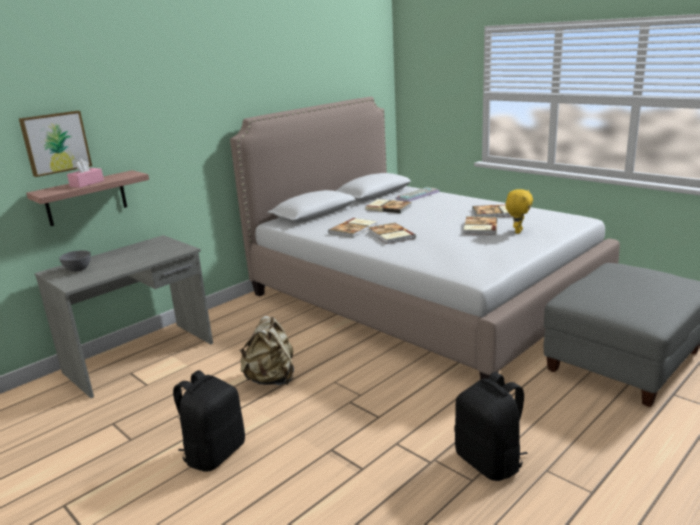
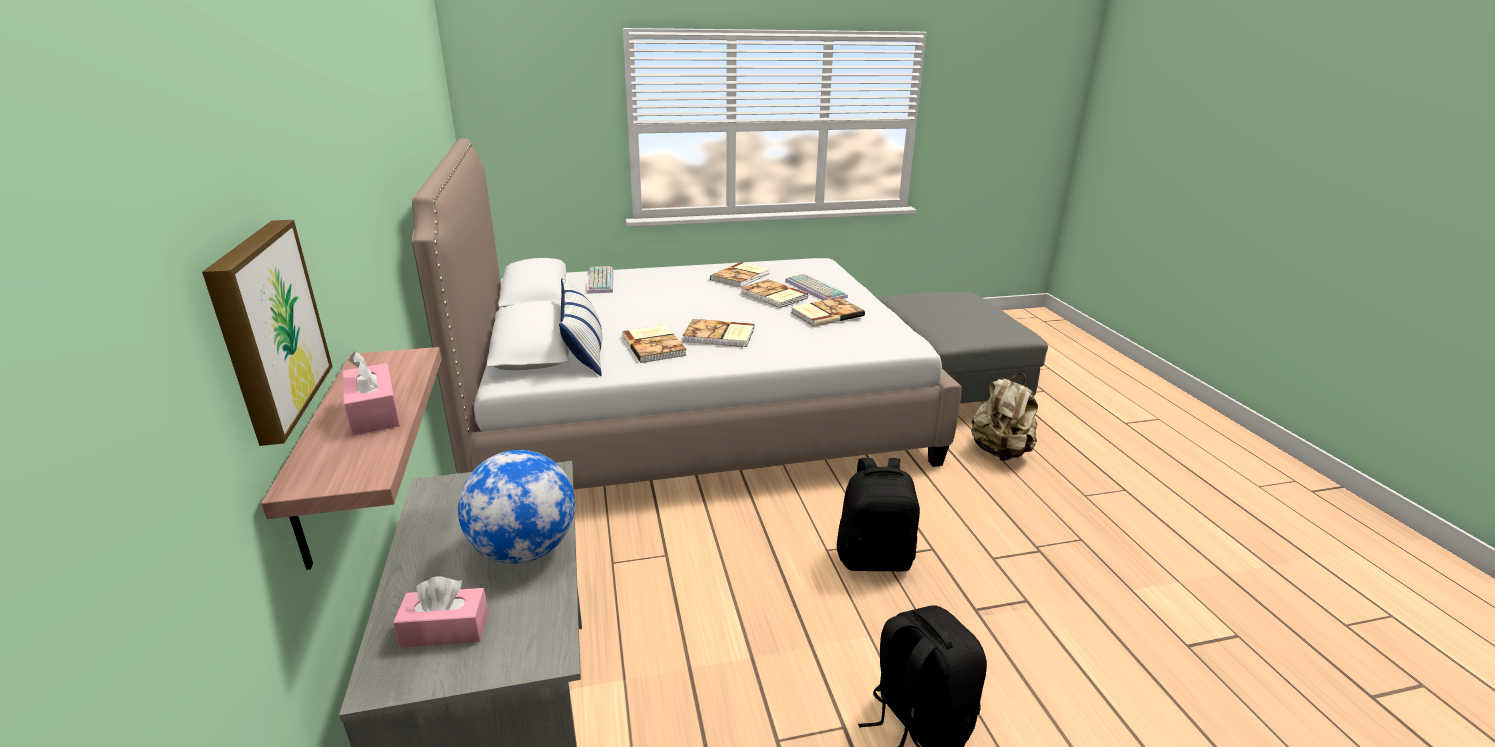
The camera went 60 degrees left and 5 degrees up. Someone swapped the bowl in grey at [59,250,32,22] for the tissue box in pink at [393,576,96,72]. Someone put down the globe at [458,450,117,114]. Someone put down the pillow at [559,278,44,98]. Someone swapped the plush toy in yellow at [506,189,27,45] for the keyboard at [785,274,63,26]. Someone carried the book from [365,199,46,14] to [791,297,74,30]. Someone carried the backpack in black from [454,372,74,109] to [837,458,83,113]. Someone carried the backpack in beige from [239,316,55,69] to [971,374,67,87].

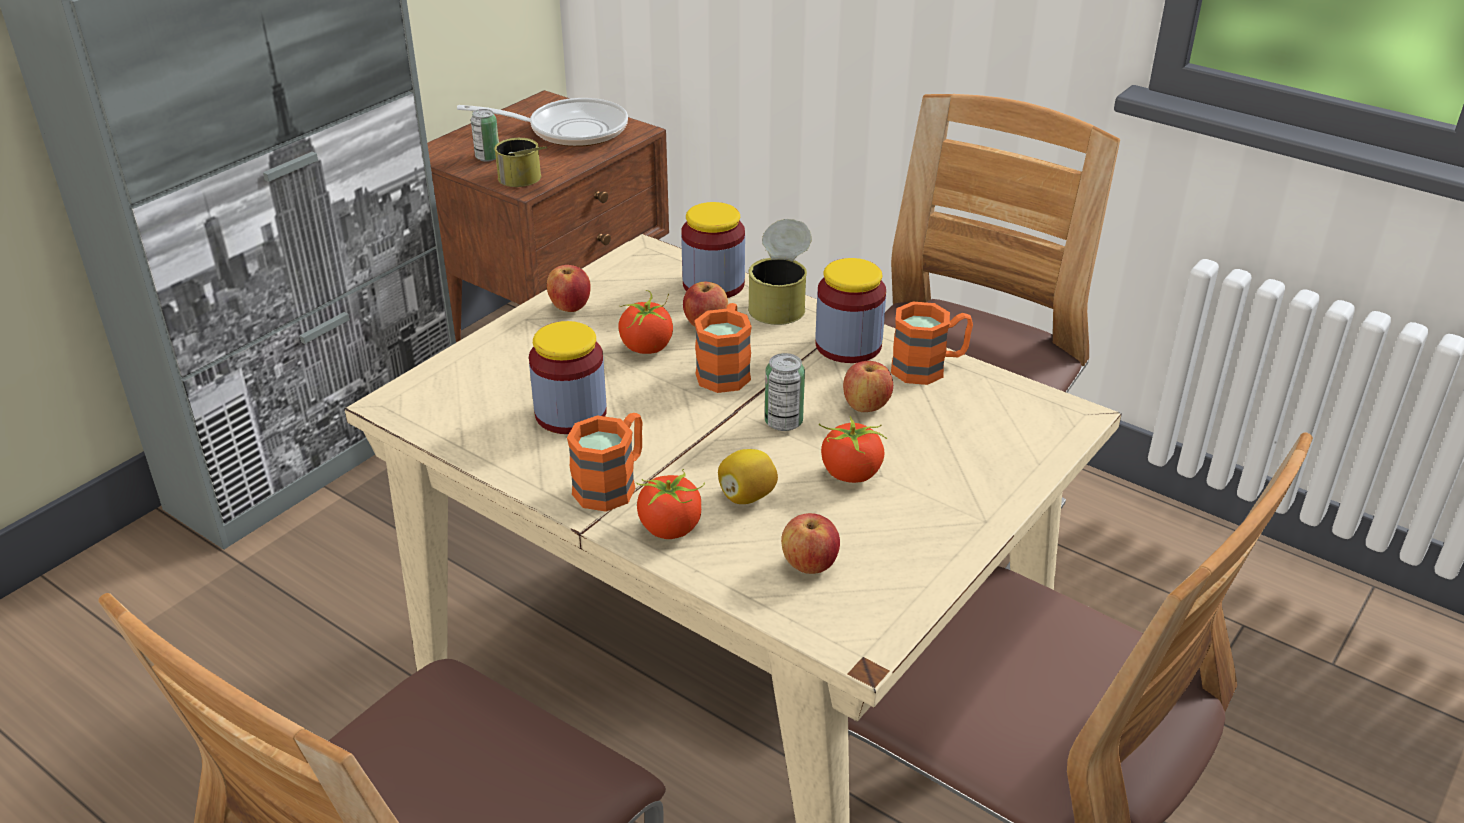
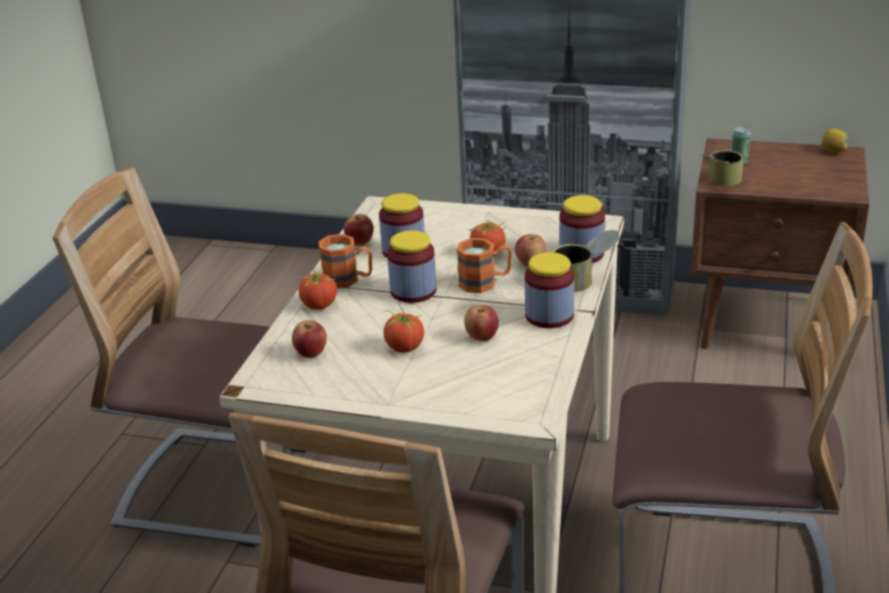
The camera went 70 degrees right and 5 degrees down. Someone carried the apple from [547,265,44,47] to [344,214,30,32]. Someone put down the jar at [387,230,50,73]. Someone carried the lemon from [718,449,60,55] to [821,129,27,24]. Someone took away the frying pan at [457,98,171,49]. Someone took away the can at [765,353,40,78]. Someone took away the mug in orange at [891,302,82,83].

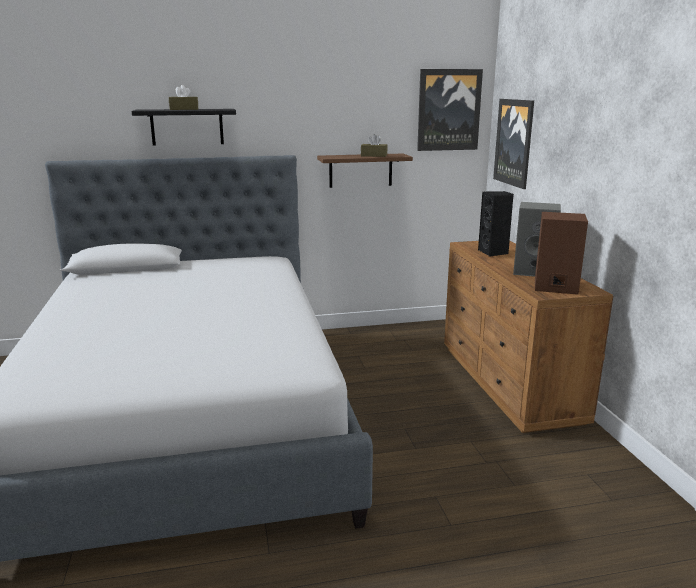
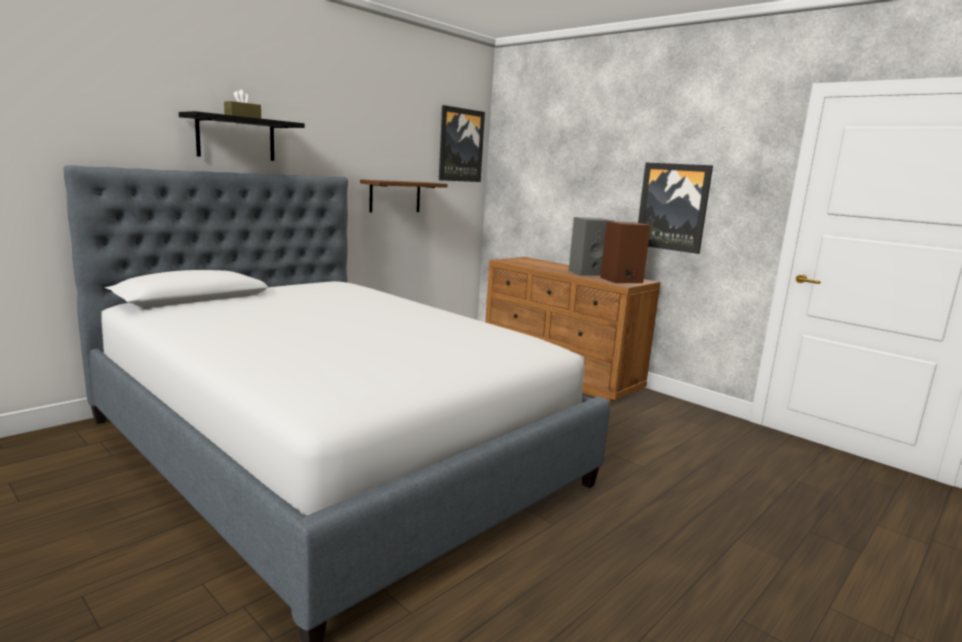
The camera went 35 degrees left and 5 degrees down. Someone carried the picture from [493,99,41,90] to [638,163,75,91]. Someone took away the tissue box in brown at [361,134,27,23]. Someone took away the speaker in black at [478,191,36,66].

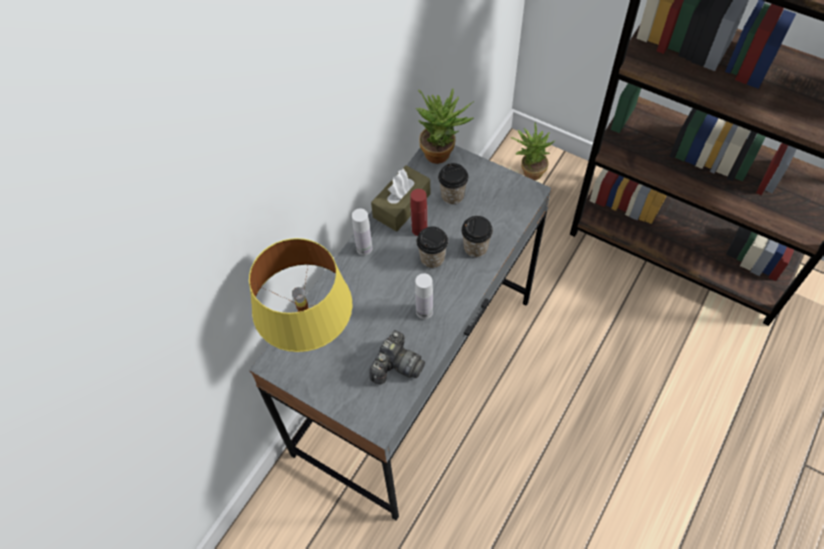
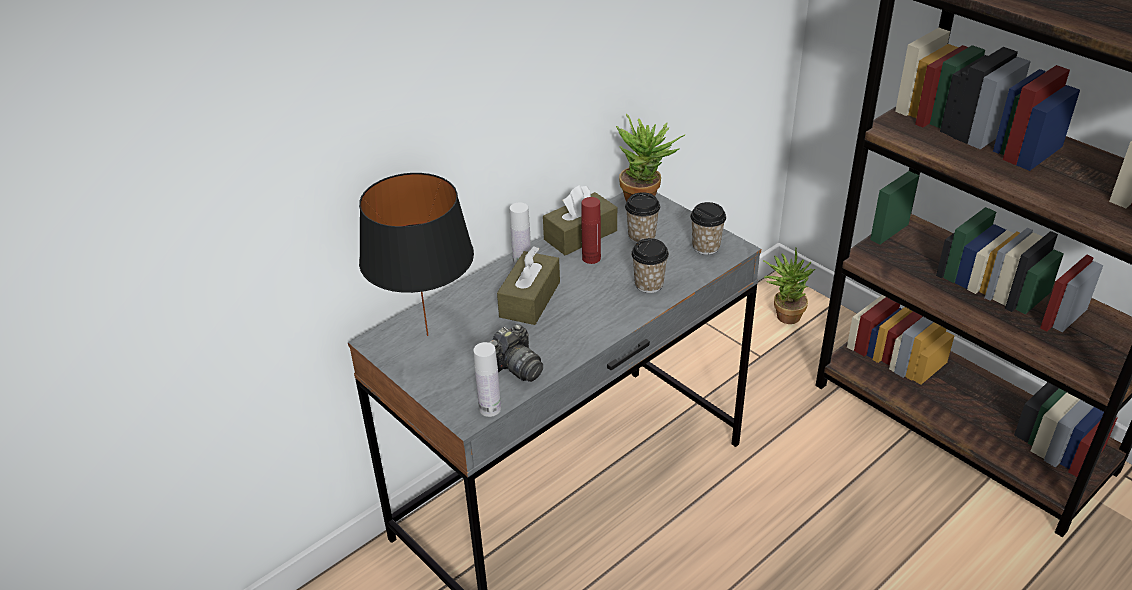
The camera went 15 degrees right and 20 degrees down. Someone repainted the table lamp in yellow at [249,238,103,114], which became the table lamp in black at [359,173,115,163]. Someone carried the bottle in white from [415,273,18,46] to [473,342,28,75]. Someone put down the tissue box in brown at [497,247,63,78]. Someone carried the cup from [417,227,31,41] to [690,202,36,53].

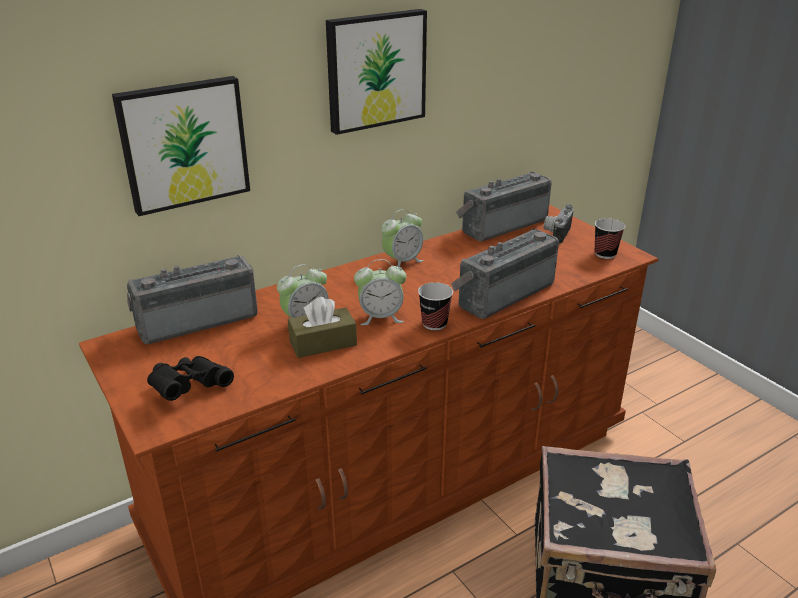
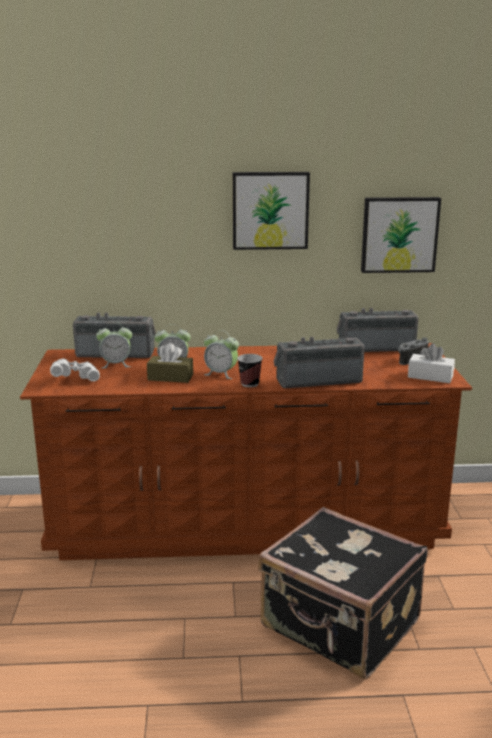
The camera went 30 degrees right and 10 degrees down. Someone repainted the binoculars in black at [147,356,87,45], which became the binoculars in white at [50,358,50,24]. Someone carried the alarm clock from [381,209,43,58] to [96,322,36,46]. Someone carried the picture from [112,76,138,140] to [361,197,80,76]. Someone swapped the cup at [595,218,30,41] for the tissue box in white at [408,343,47,40].

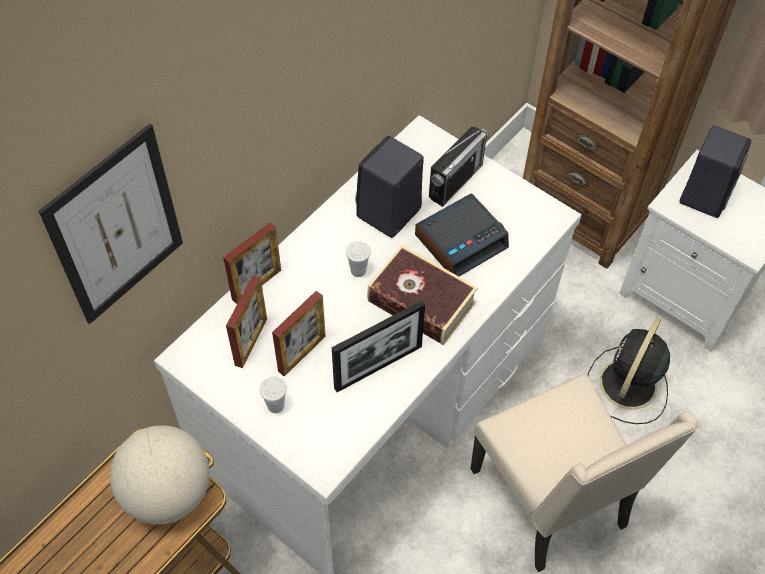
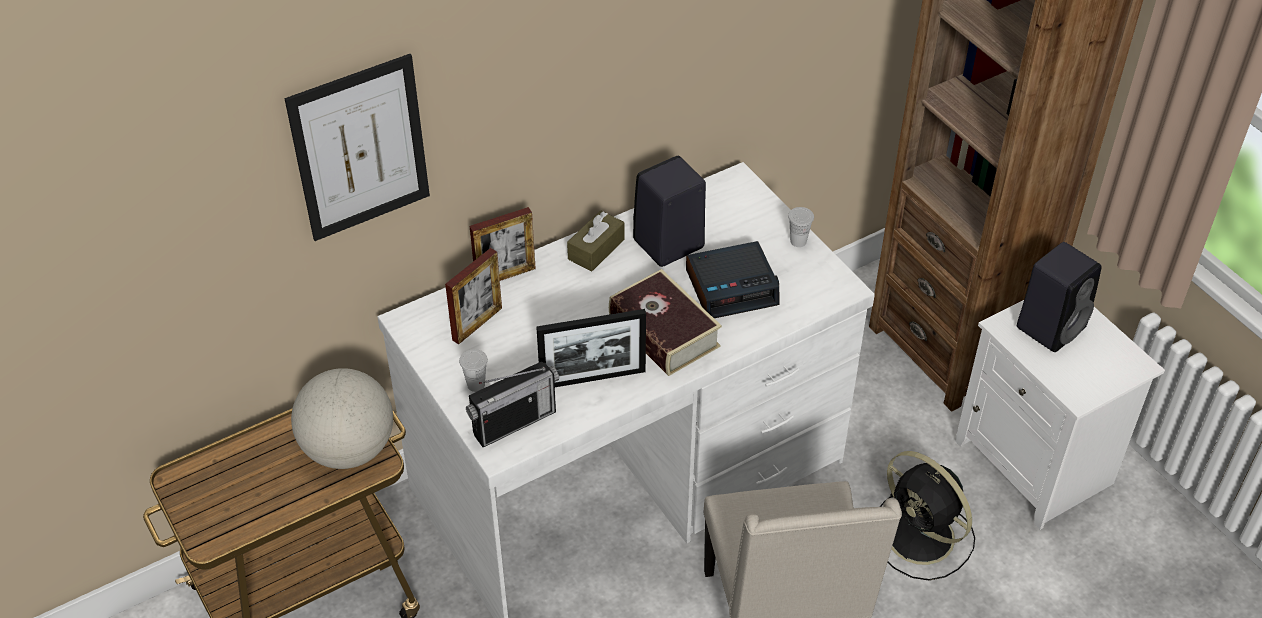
The camera went 20 degrees right and 10 degrees down. Someone carried the radio from [429,127,60,80] to [466,361,93,86]. Someone put down the tissue box in brown at [567,211,58,60]. Someone carried the cup in white from [346,241,25,36] to [788,207,26,40]. Someone rotated the fan in black at [588,317,82,107] by 90 degrees counterclockwise. Someone took away the picture frame at [272,291,54,86].

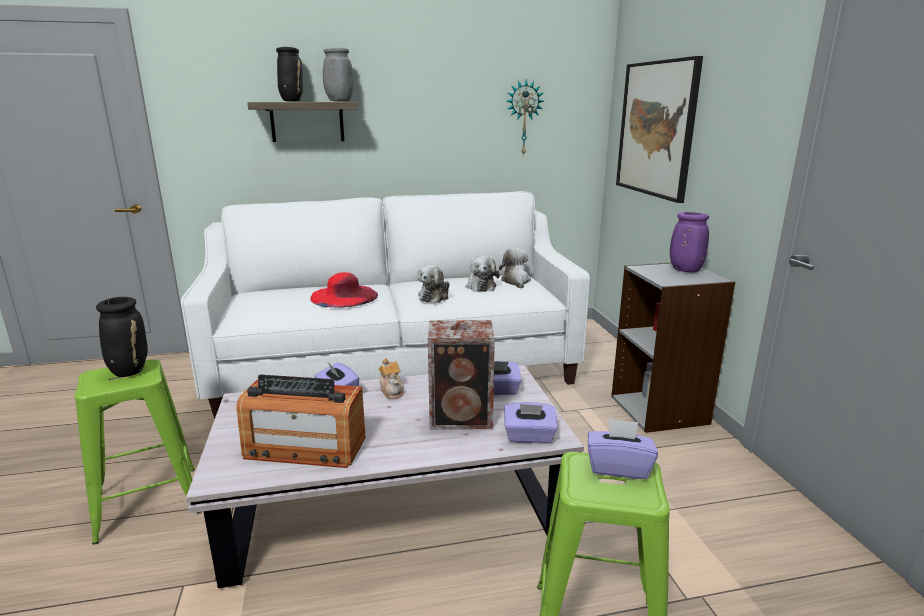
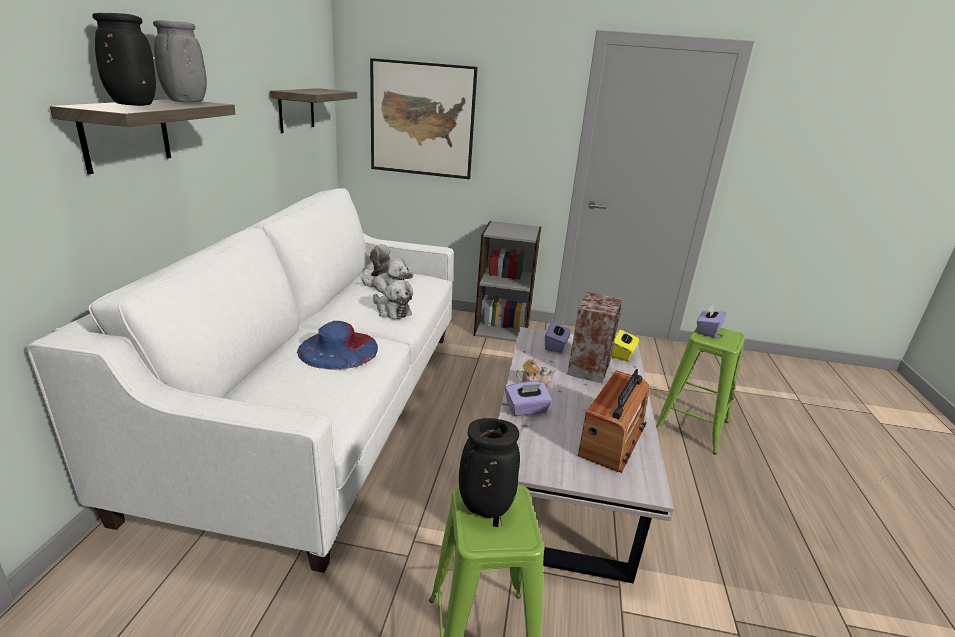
The camera went 70 degrees left and 5 degrees up. Someone swapped the wall clock at [507,79,37,77] for the shelf at [270,88,87,45]. Someone repainted the hat in red at [310,272,68,36], which became the hat in blue at [297,321,81,49]. Someone repainted the tissue box in purple at [504,402,53,42], which became the tissue box in yellow at [612,330,27,31]. Someone took away the vase in purple at [670,212,39,61].

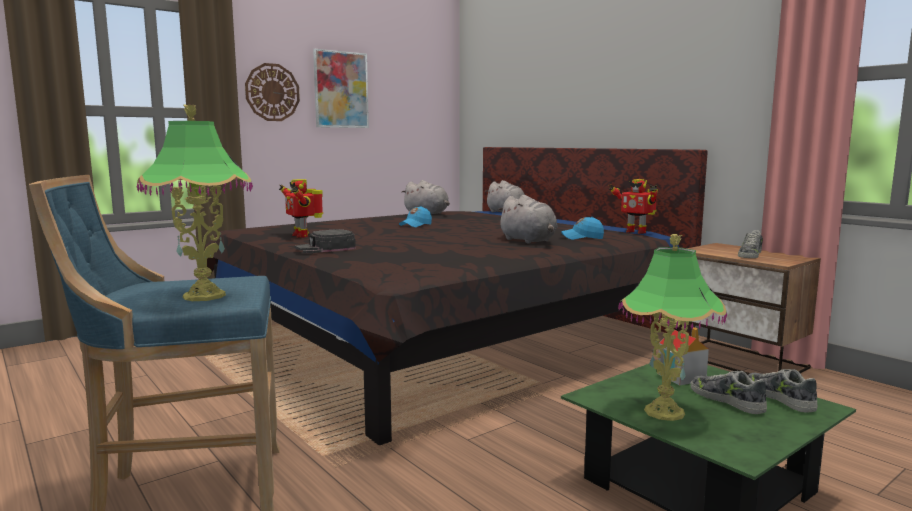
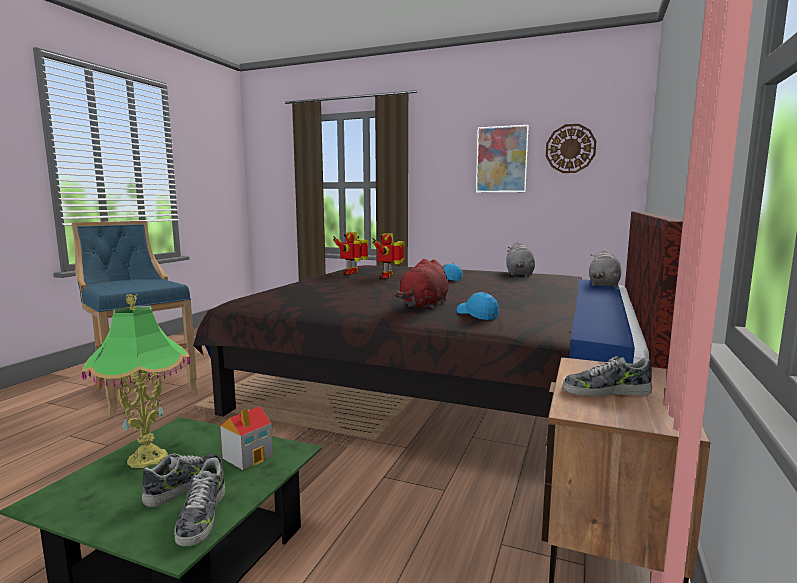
The camera went 60 degrees right and 0 degrees up. Someone rotated the shoe at [748,369,70,44] by 135 degrees clockwise. Someone carried the toy robot from [609,179,49,55] to [372,234,32,44]. Someone repainted the plush toy in grey at [497,195,61,48], which became the plush toy in red at [393,259,56,50]. Someone carried the wall clock from [245,63,55,58] to [546,124,50,49]. Someone took away the table lamp at [137,104,116,197]. Someone took away the cap in black at [295,229,61,24].

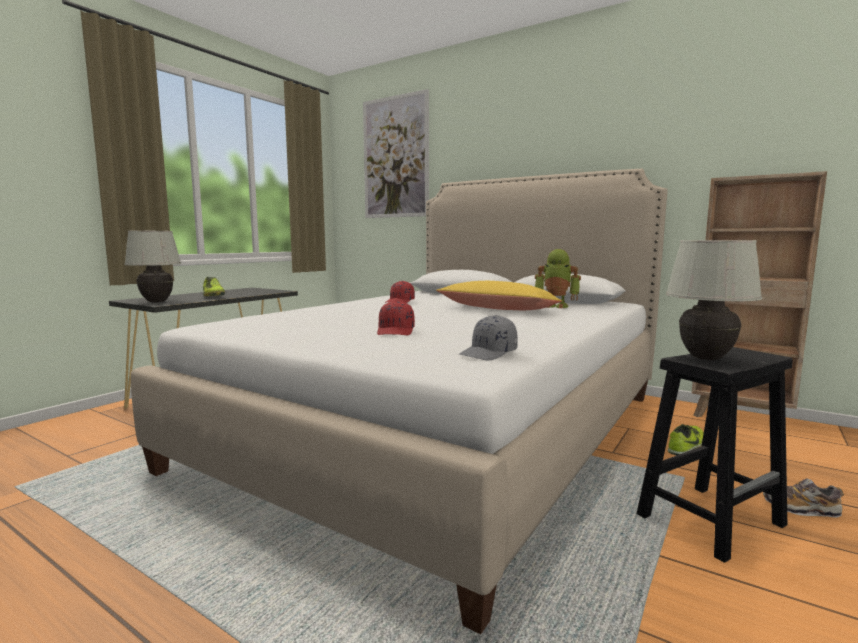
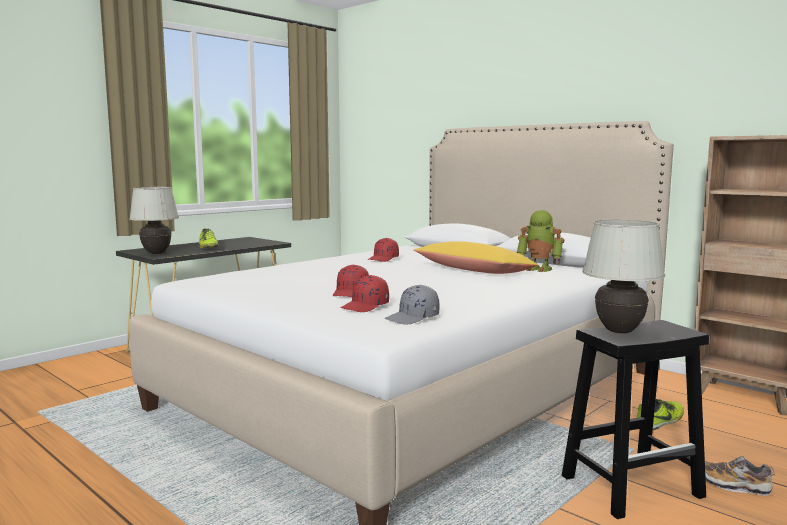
The camera went 10 degrees right and 0 degrees up. Someone put down the cap in red at [341,275,48,37]. Someone took away the picture at [363,89,66,129].

